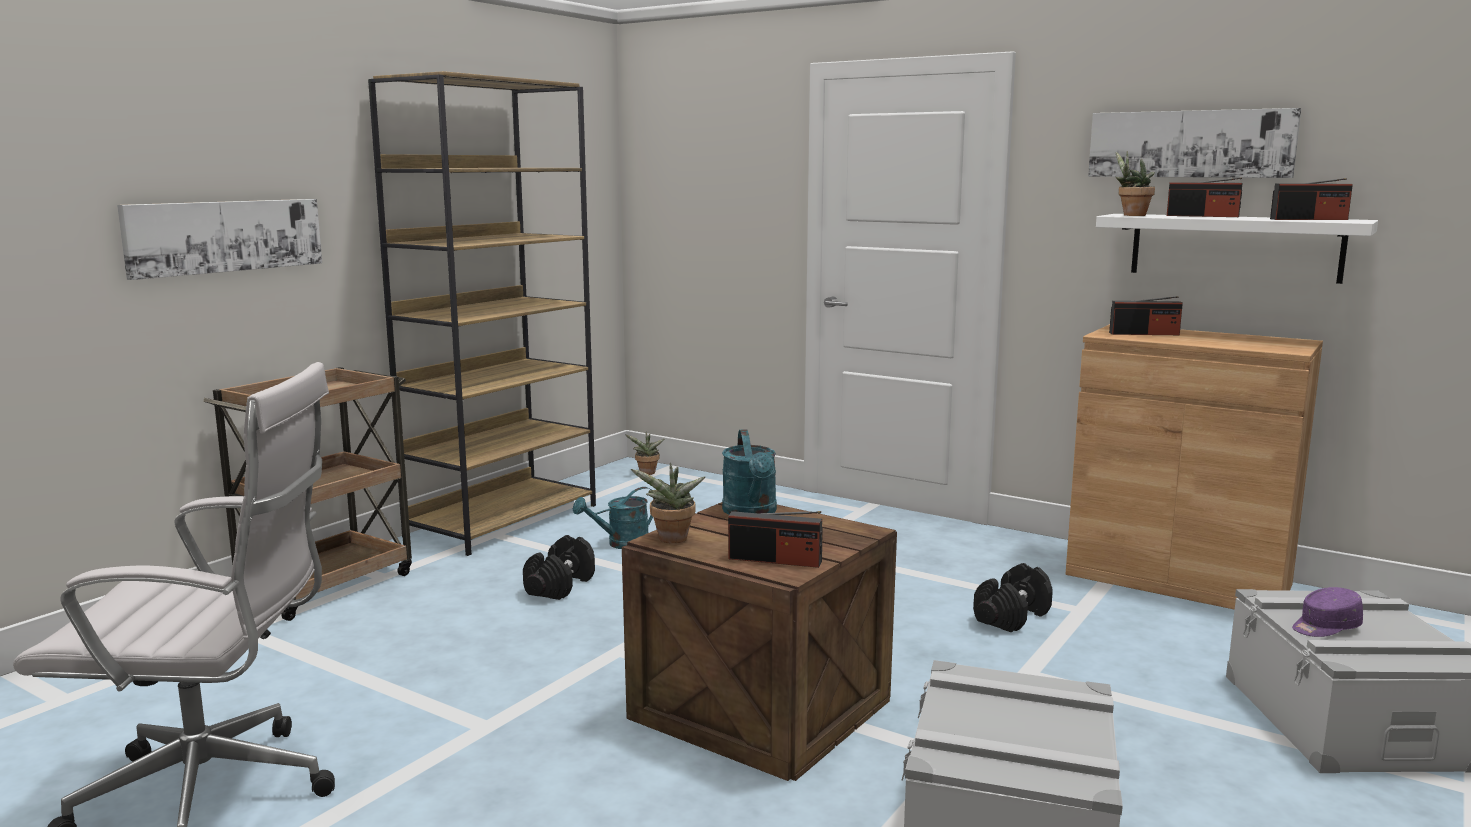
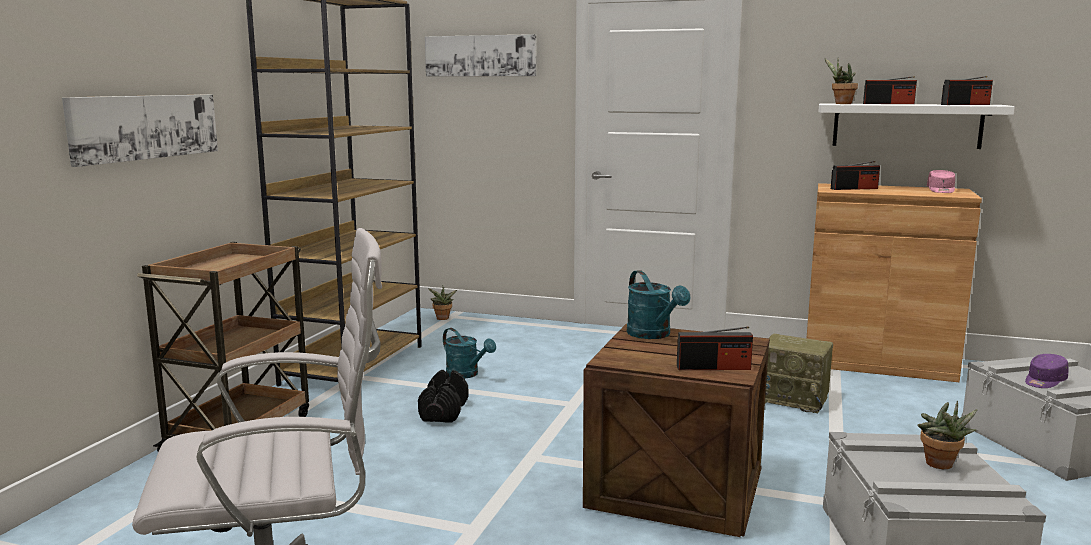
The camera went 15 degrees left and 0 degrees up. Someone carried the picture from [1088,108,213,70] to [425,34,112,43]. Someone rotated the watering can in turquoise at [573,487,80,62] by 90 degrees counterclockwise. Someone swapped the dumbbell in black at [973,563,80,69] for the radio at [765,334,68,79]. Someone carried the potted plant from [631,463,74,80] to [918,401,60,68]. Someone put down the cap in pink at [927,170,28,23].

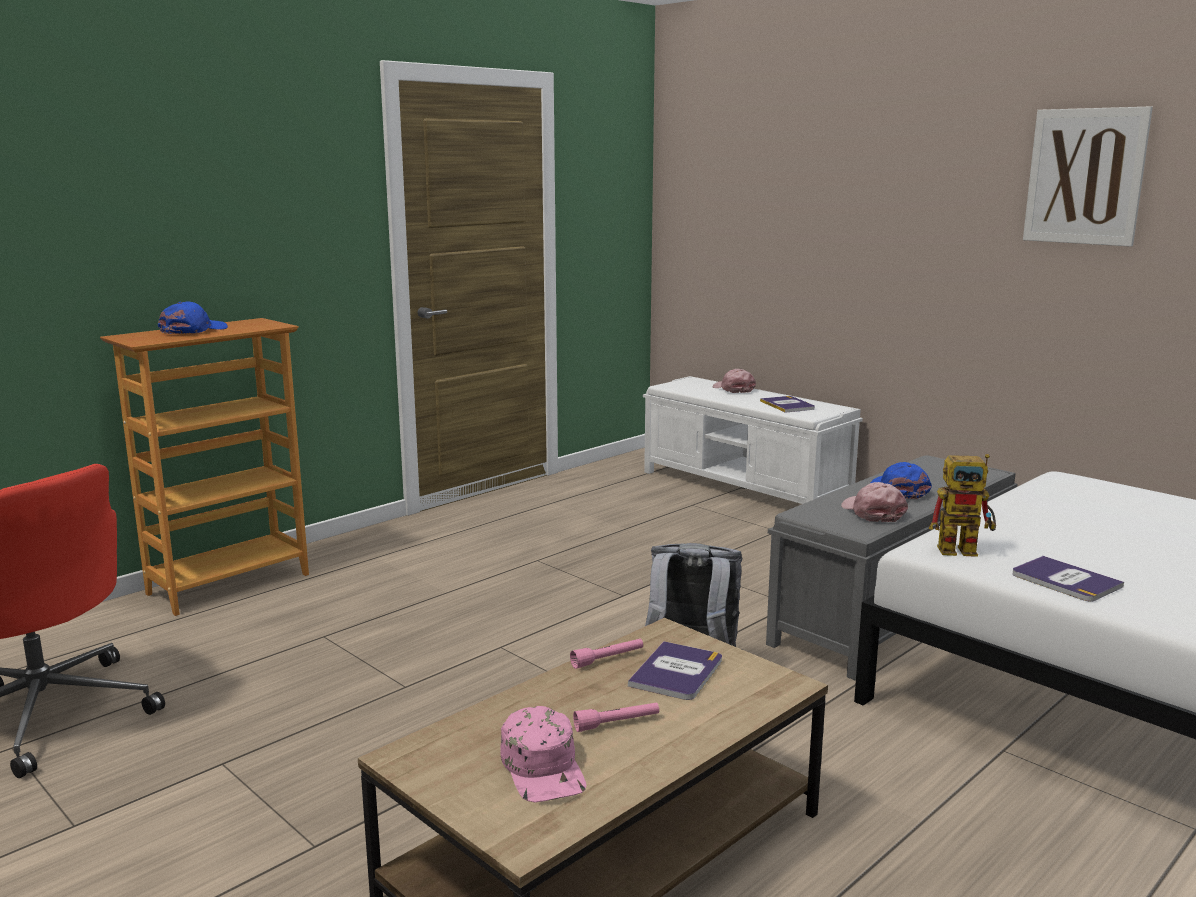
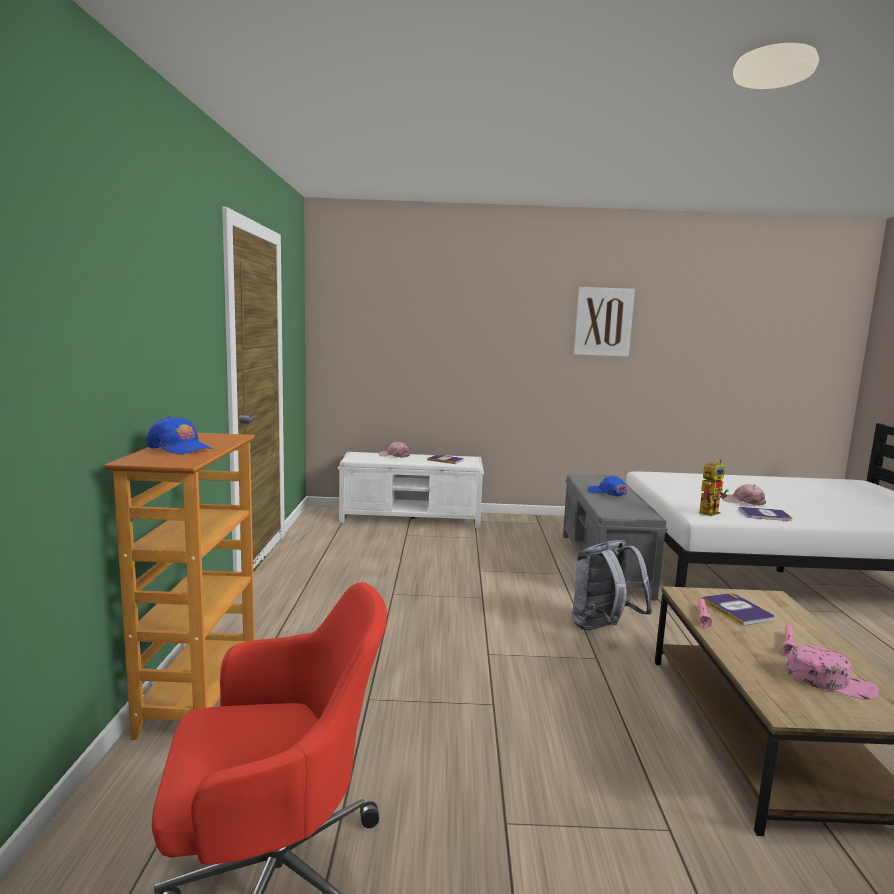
The camera went 45 degrees left and 5 degrees down. Someone rotated the cap in blue at [158,302,70,32] by 135 degrees clockwise. Someone carried the cap in pink from [841,482,67,40] to [721,484,45,22].

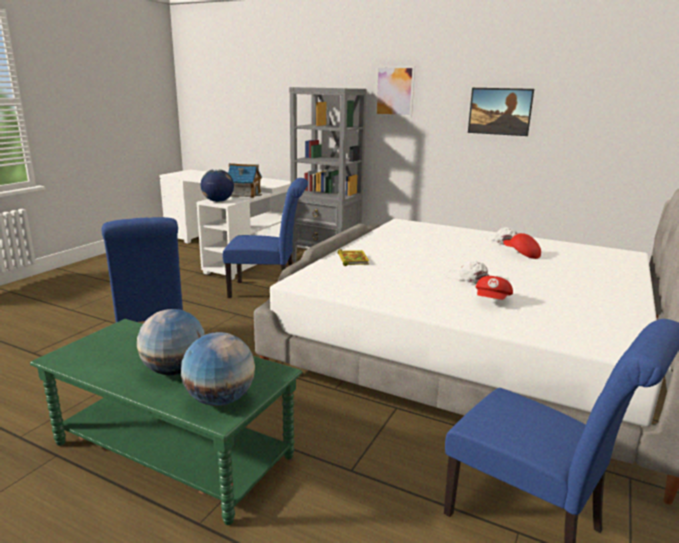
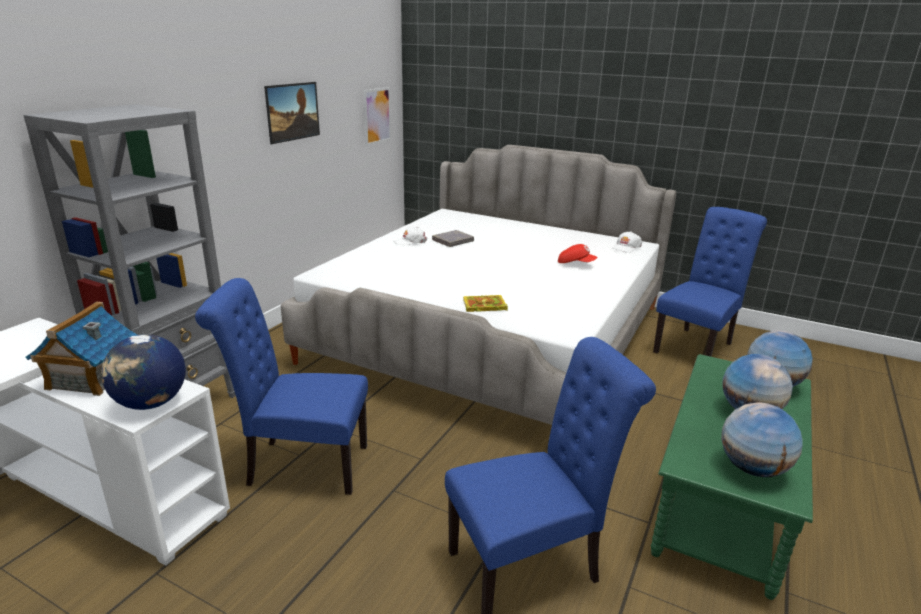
The camera went 90 degrees left and 5 degrees up. Someone rotated the chair in blue at [223,178,85,120] by 90 degrees counterclockwise. Someone carried the picture from [374,66,41,52] to [364,87,27,59]. Someone swapped the cap in red at [503,233,38,26] for the book in grey at [432,230,42,17]. Someone carried the cap in white from [447,261,42,23] to [612,231,30,22]. Someone put down the globe at [721,403,82,74].

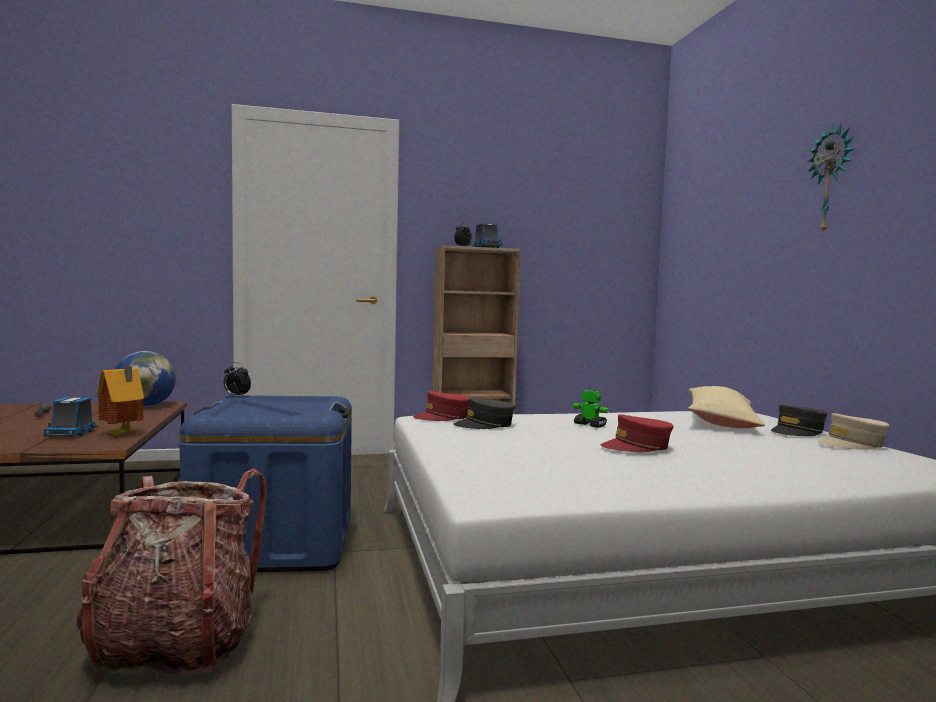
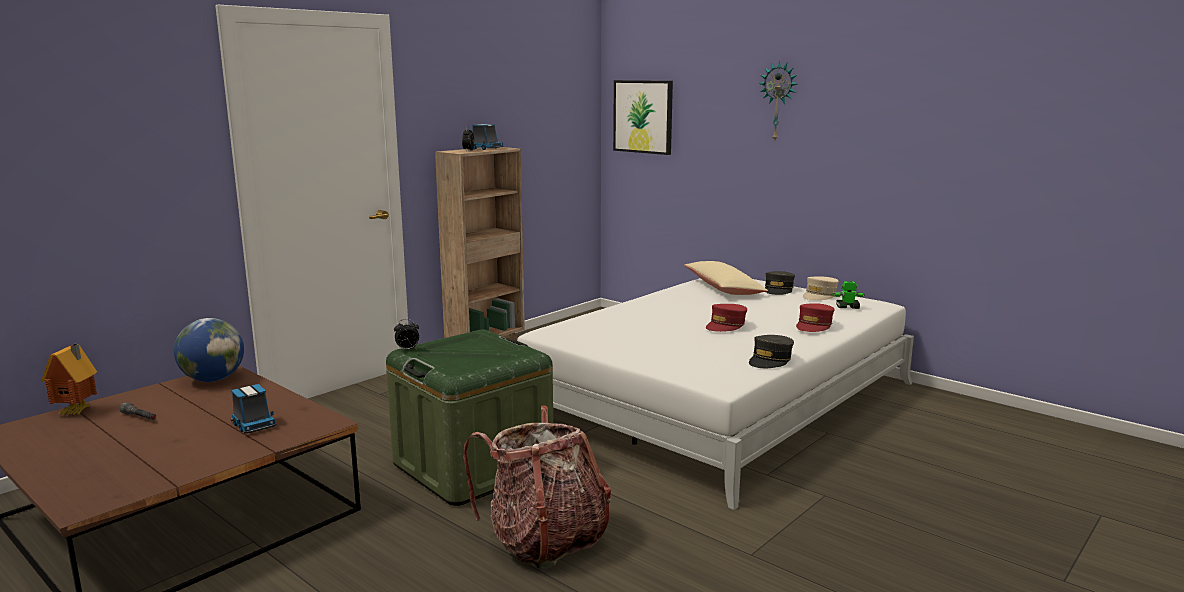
The camera went 35 degrees left and 10 degrees up. Someone carried the toy house from [97,366,47,70] to [41,344,56,71]. Someone repainted the storage box in blue at [179,395,173,177], which became the storage box in green at [386,329,167,177]. Someone put up the picture at [613,80,60,75]. Someone carried the cap in grey from [453,397,63,32] to [749,335,45,33]. Someone carried the cap in red from [413,391,57,30] to [796,303,38,29]. Someone carried the toy robot from [571,390,40,38] to [832,281,33,28].

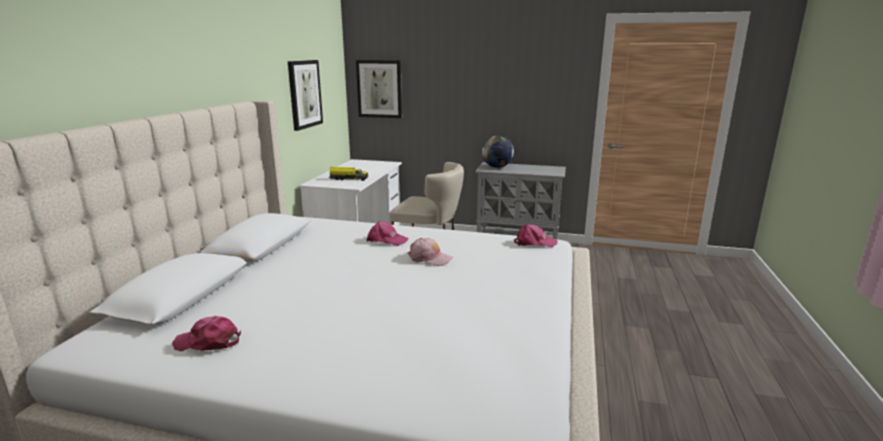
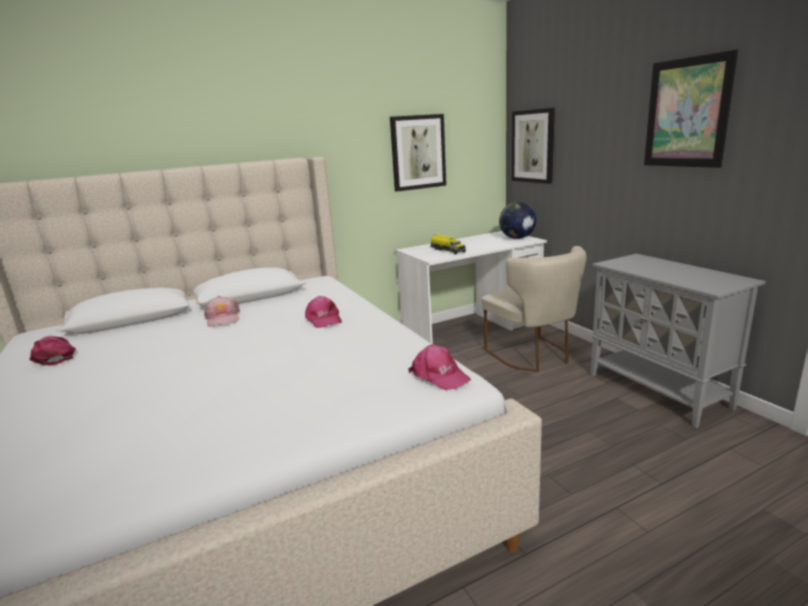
The camera went 50 degrees right and 0 degrees up. Someone carried the cap in pink from [408,238,45,28] to [204,296,36,31]. Someone carried the globe from [482,135,32,33] to [499,202,37,37]. Someone put up the picture at [644,49,94,119].

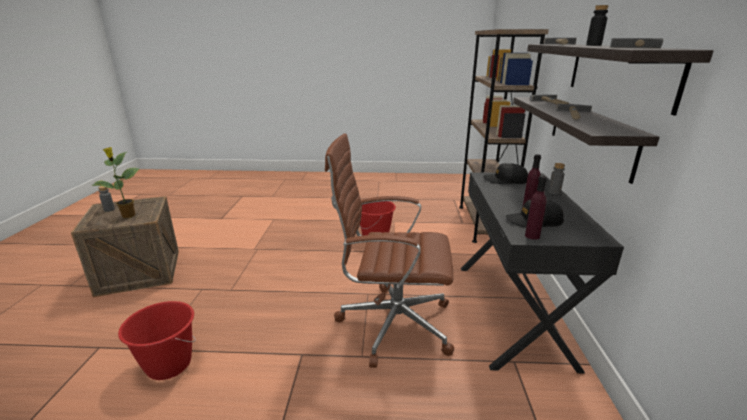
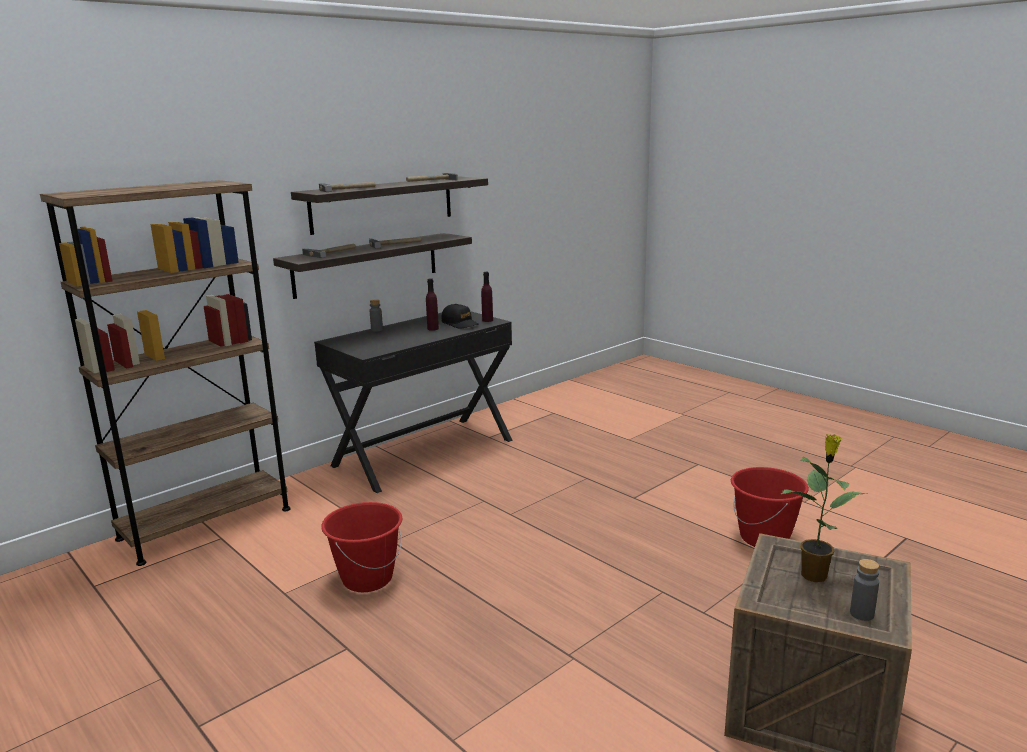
The camera went 135 degrees left and 5 degrees down. Someone took away the office chair in brown at [325,133,129,235]. Someone took away the cap in black at [484,163,44,21]. Someone took away the bottle in black at [586,5,23,41].

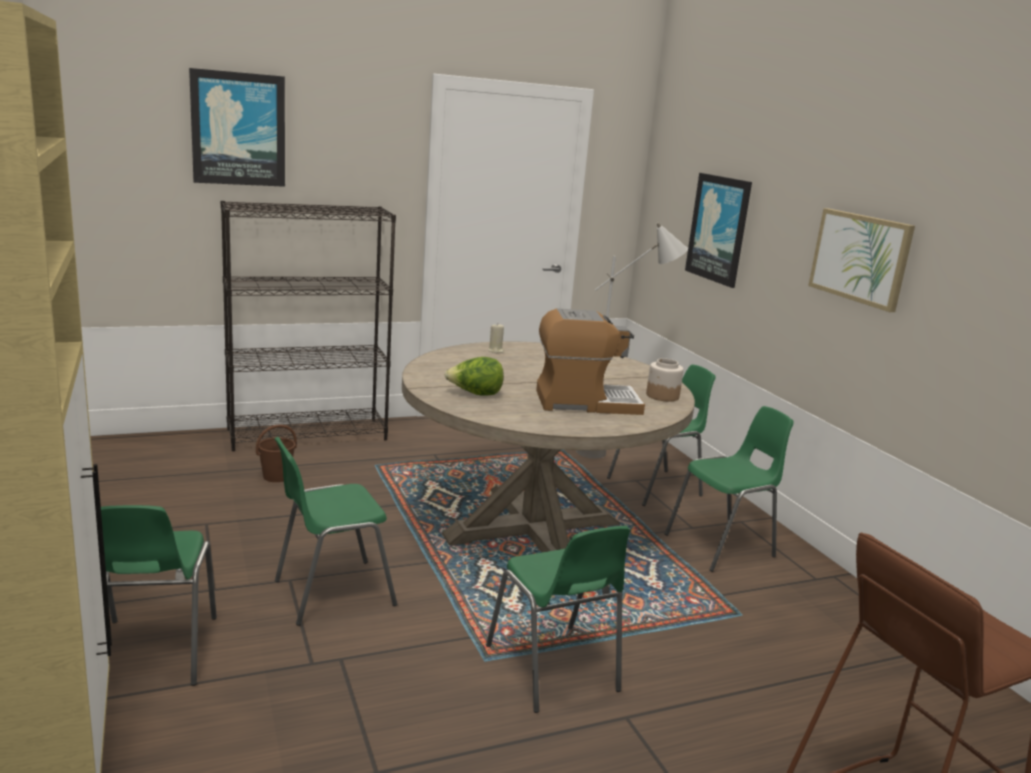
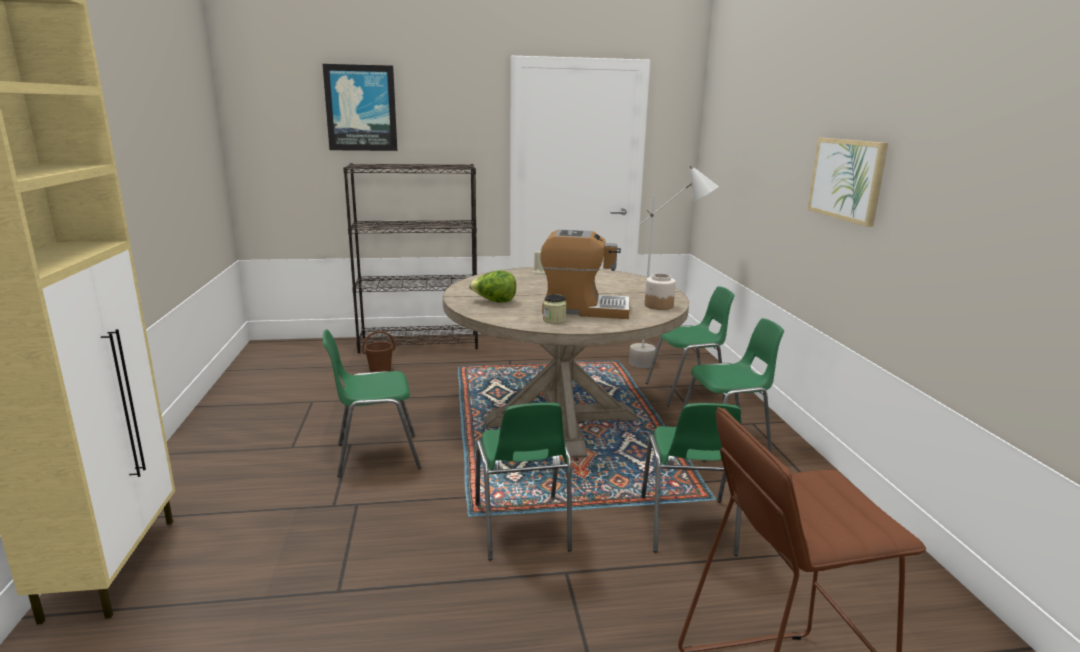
The camera went 15 degrees right and 0 degrees up. Someone put down the jar at [543,294,24,30]. Someone carried the chair in green from [101,505,116,181] to [641,403,101,153]. Someone took away the picture at [685,173,67,115].

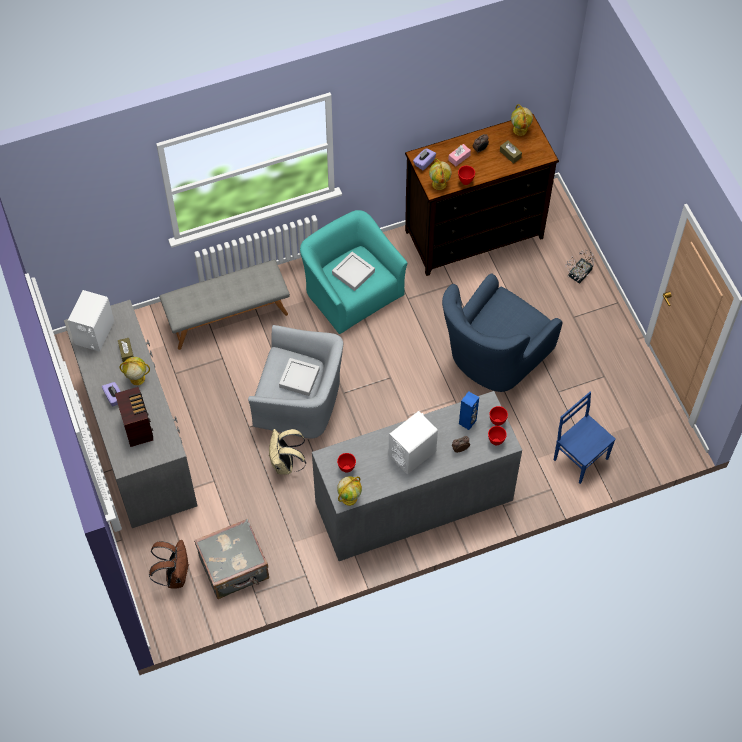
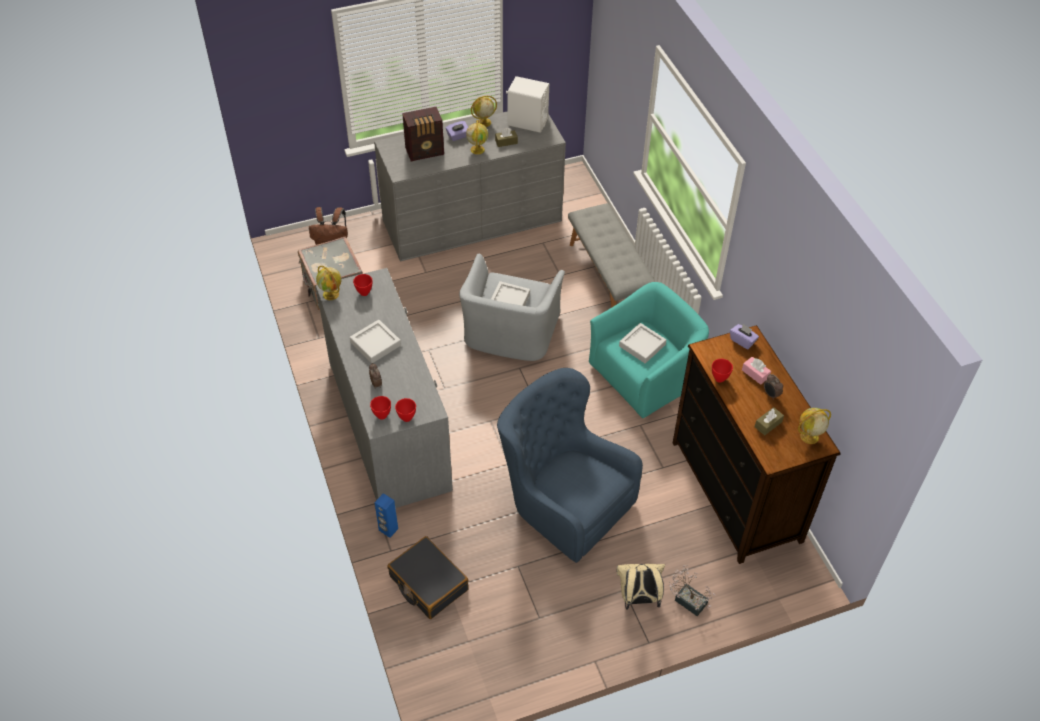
The camera went 90 degrees right and 10 degrees down. Someone swapped the speaker in white at [389,411,49,63] for the tray in grey at [350,320,51,43]. Someone carried the speaker in blue from [459,391,20,39] to [374,493,24,45]. Someone swapped the chair in blue at [554,392,62,92] for the suitcase in black at [387,536,82,83]. Someone carried the globe from [429,158,23,32] to [471,96,26,31]. Someone carried the backpack in beige from [269,429,37,46] to [617,564,48,46].

